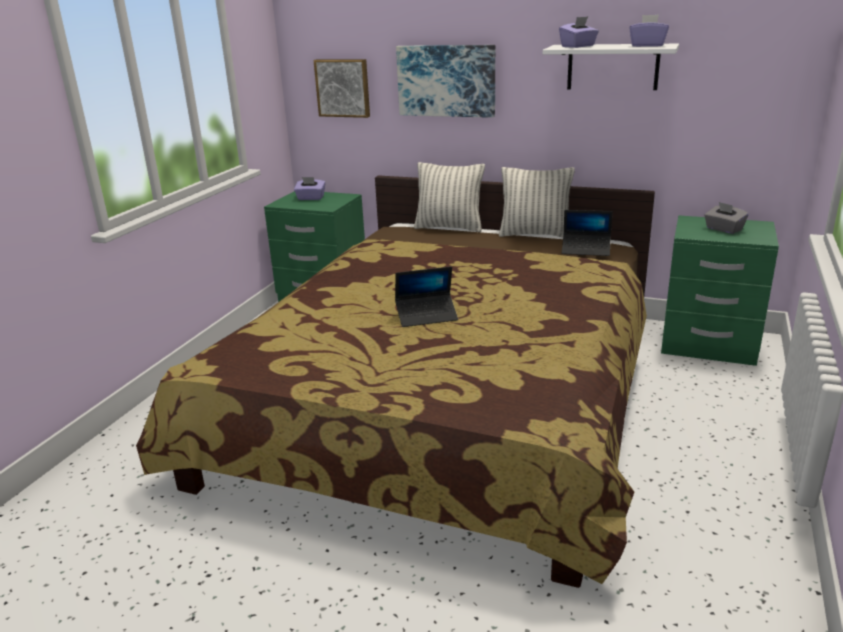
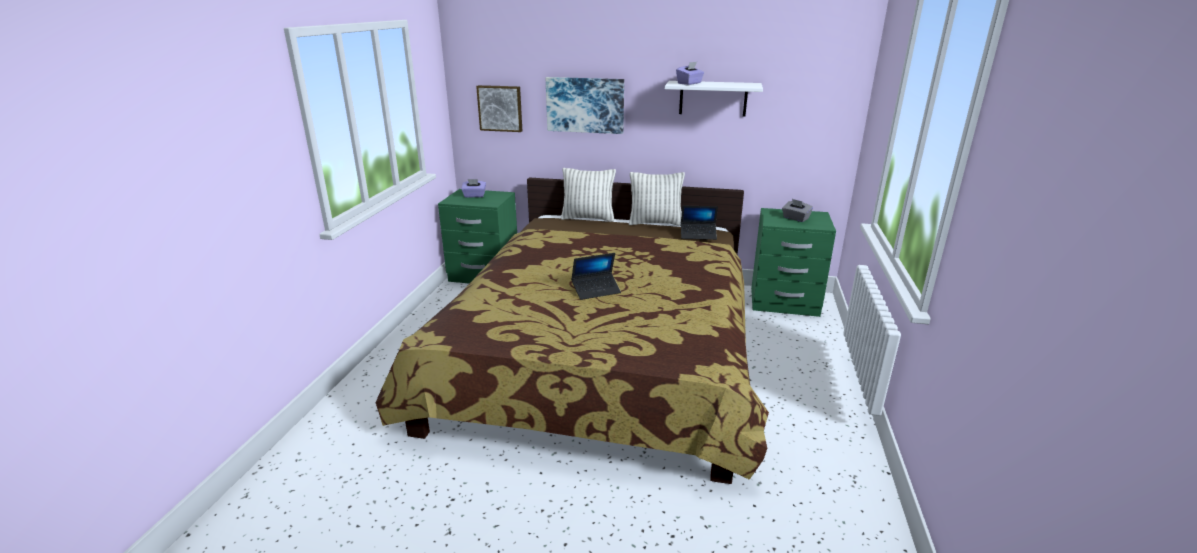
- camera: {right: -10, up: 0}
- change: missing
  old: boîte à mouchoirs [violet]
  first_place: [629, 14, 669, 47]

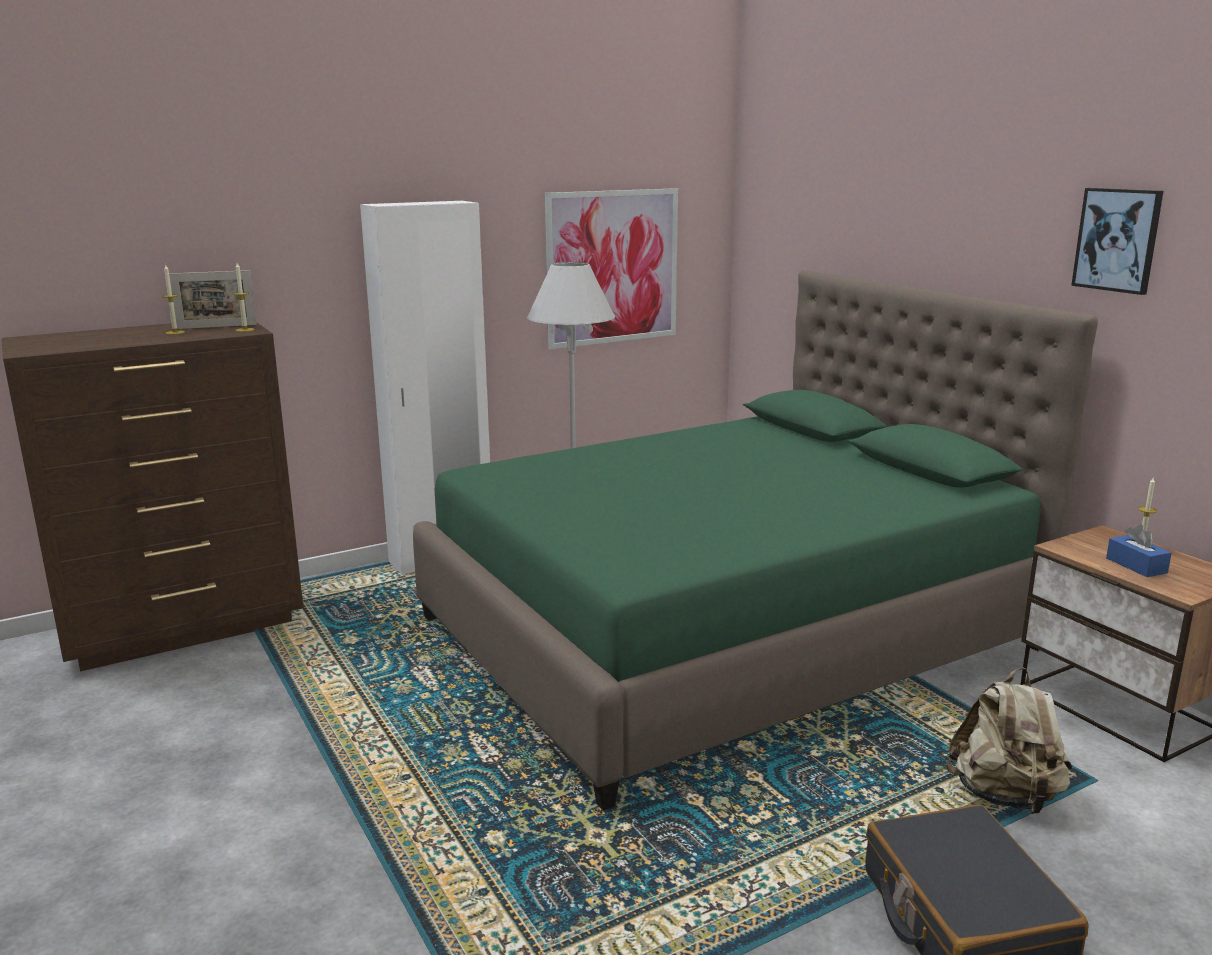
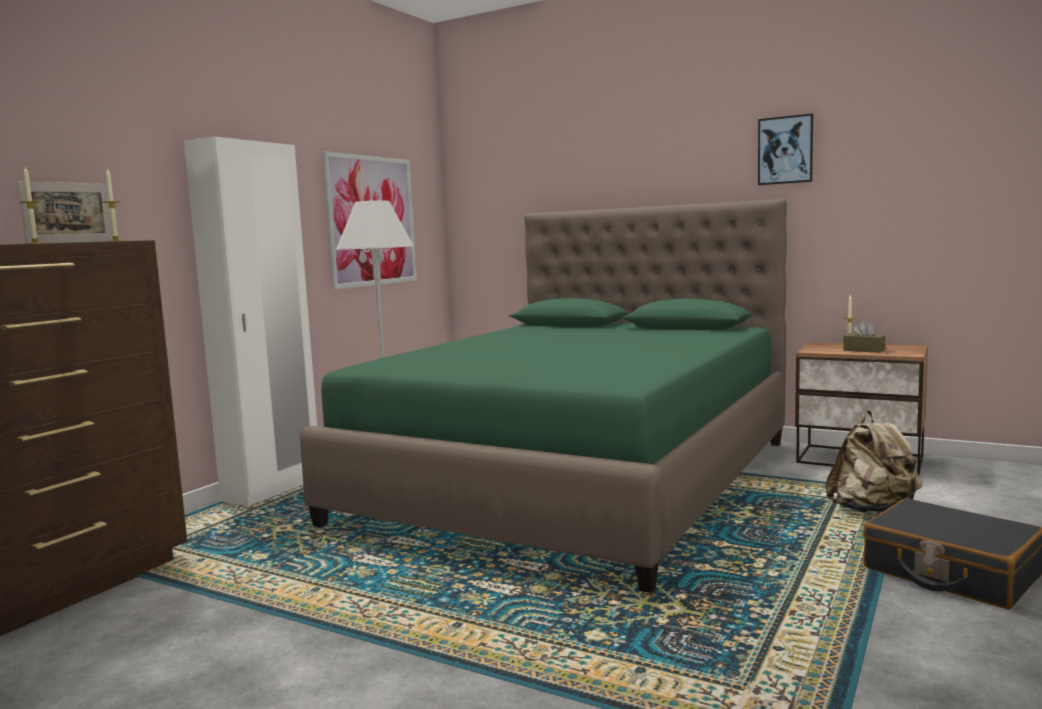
- camera: {right: -30, up: -10}
- change: colour
  old: boîte à mouchoirs [bleu]
  new: boîte à mouchoirs [marron]
  first_place: [1106, 525, 1172, 577]
  second_place: [843, 321, 886, 353]

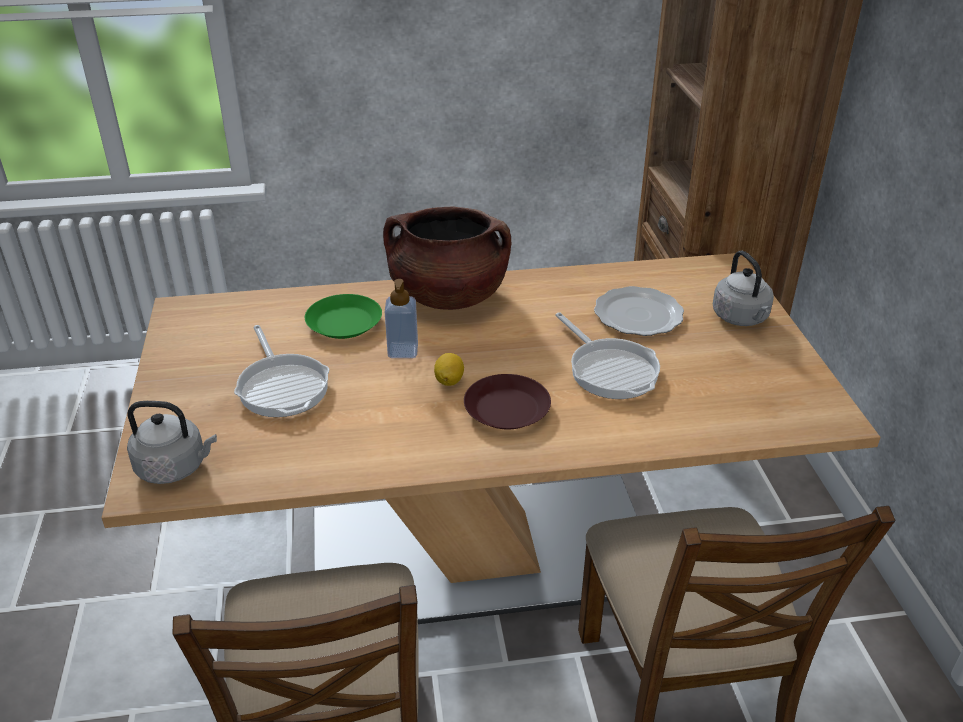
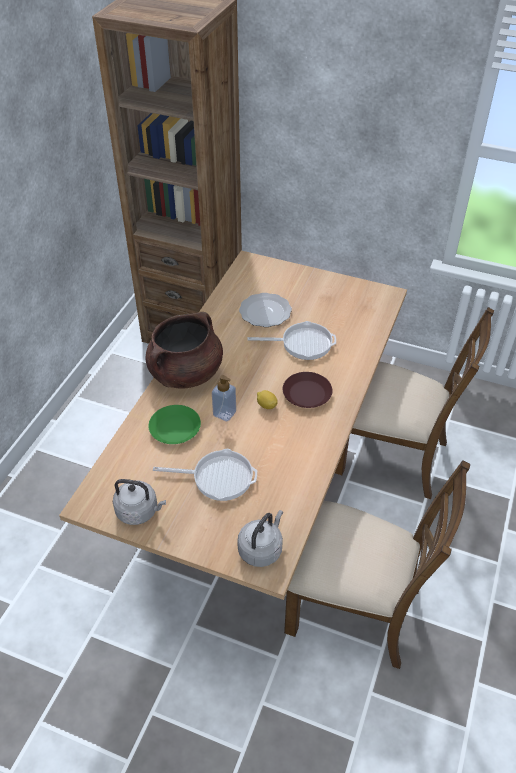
- camera: {right: -60, up: 10}
- change: relocated
  old: bouilloire [gris]
  first_place: [713, 251, 774, 326]
  second_place: [113, 479, 166, 525]

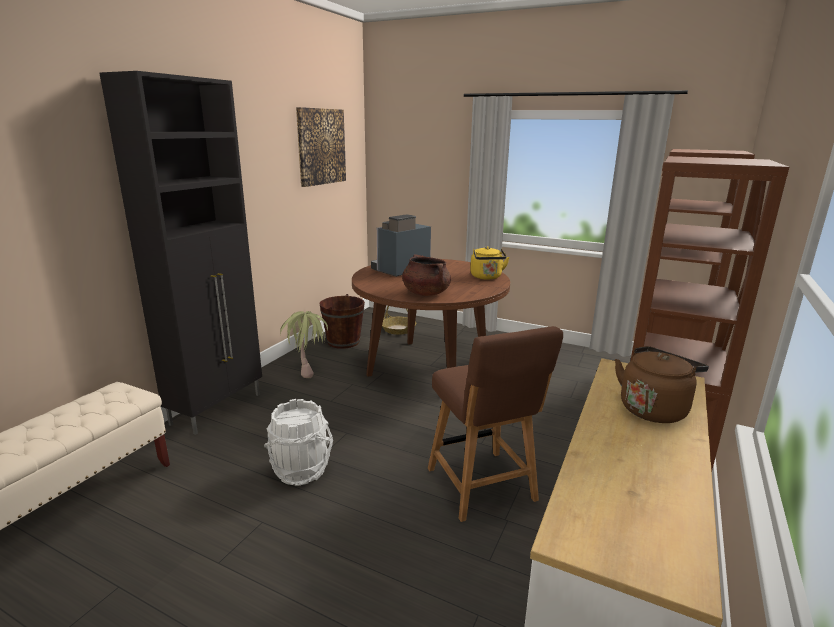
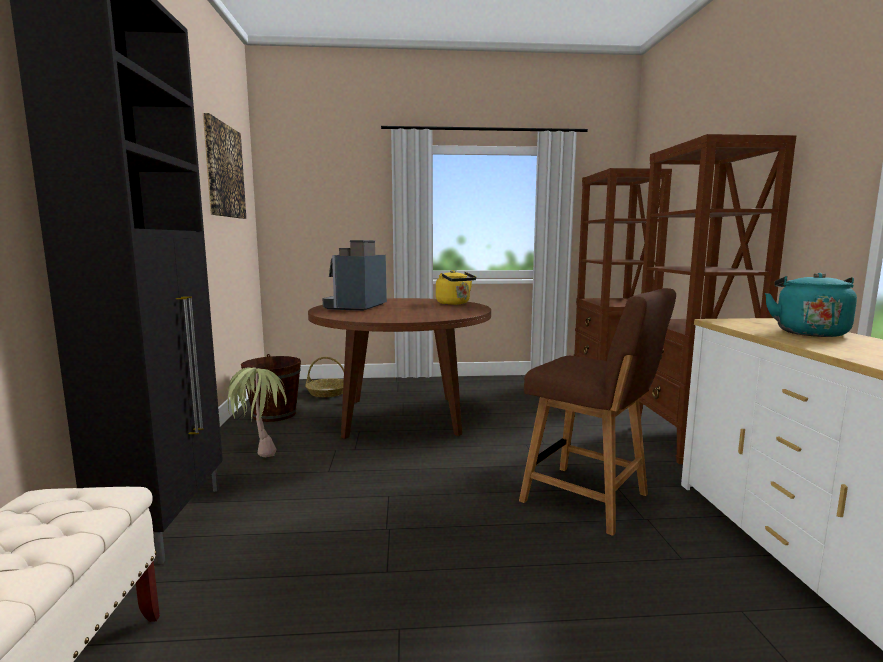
- camera: {right: -30, up: -10}
- change: colour
  old: bouilloire [marron]
  new: bouilloire [turquoise]
  first_place: [615, 346, 709, 423]
  second_place: [765, 273, 857, 337]
- change: missing
  old: seau [blanc]
  first_place: [264, 399, 333, 486]
- change: missing
  old: marmite [marron]
  first_place: [402, 254, 451, 296]

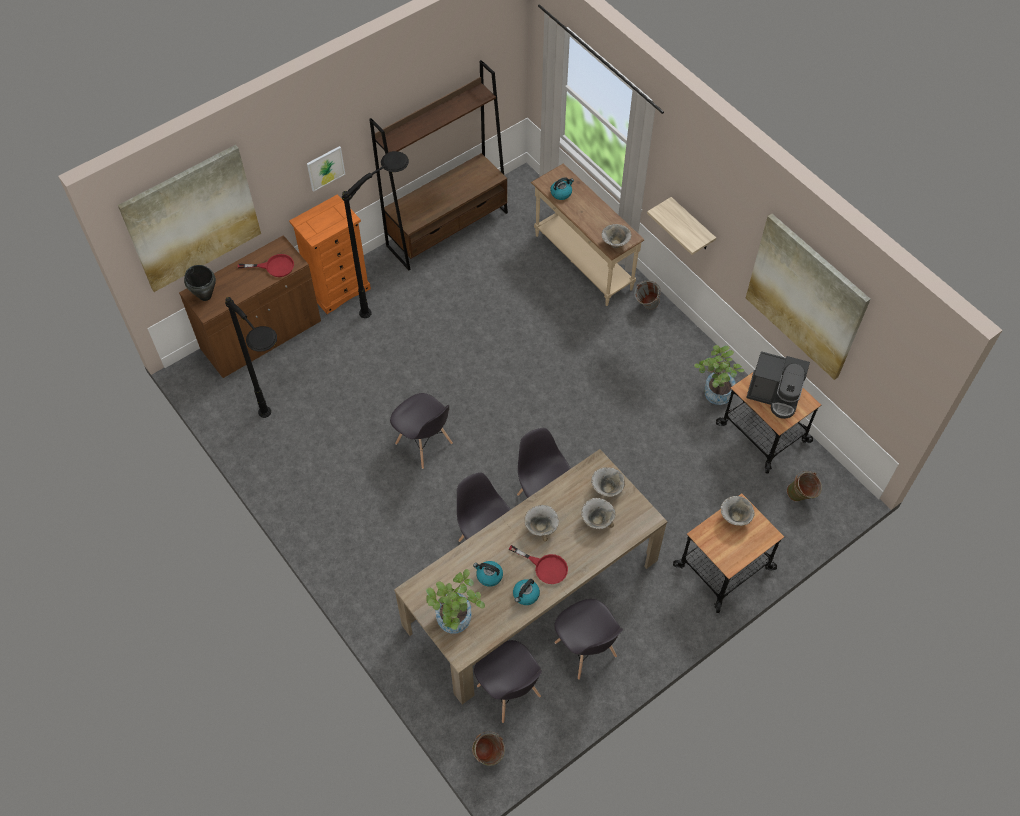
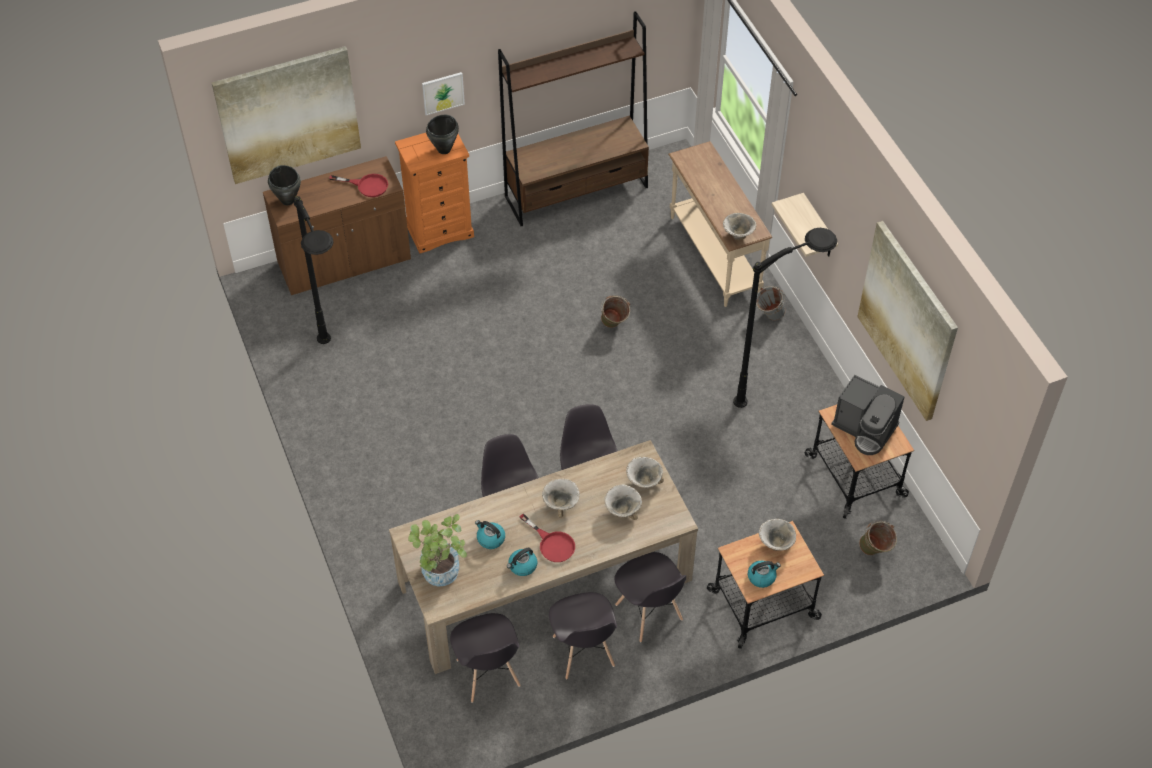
- camera: {right: 15, up: -5}
- change: appeared
  new: marmite [noir]
  second_place: [426, 115, 459, 154]
- change: relocated
  old: seau [vert]
  first_place: [472, 731, 505, 766]
  second_place: [601, 295, 630, 328]
- change: relocated
  old: chaise [gris]
  first_place: [390, 393, 453, 469]
  second_place: [614, 552, 686, 642]
- change: relocated
  old: lampadaire [noir]
  first_place: [342, 151, 409, 318]
  second_place: [733, 228, 837, 408]
- change: relocated
  old: bouilloire
  first_place: [550, 177, 574, 200]
  second_place: [748, 561, 781, 588]
- change: missing
  old: plante en pot
  first_place: [694, 345, 745, 405]

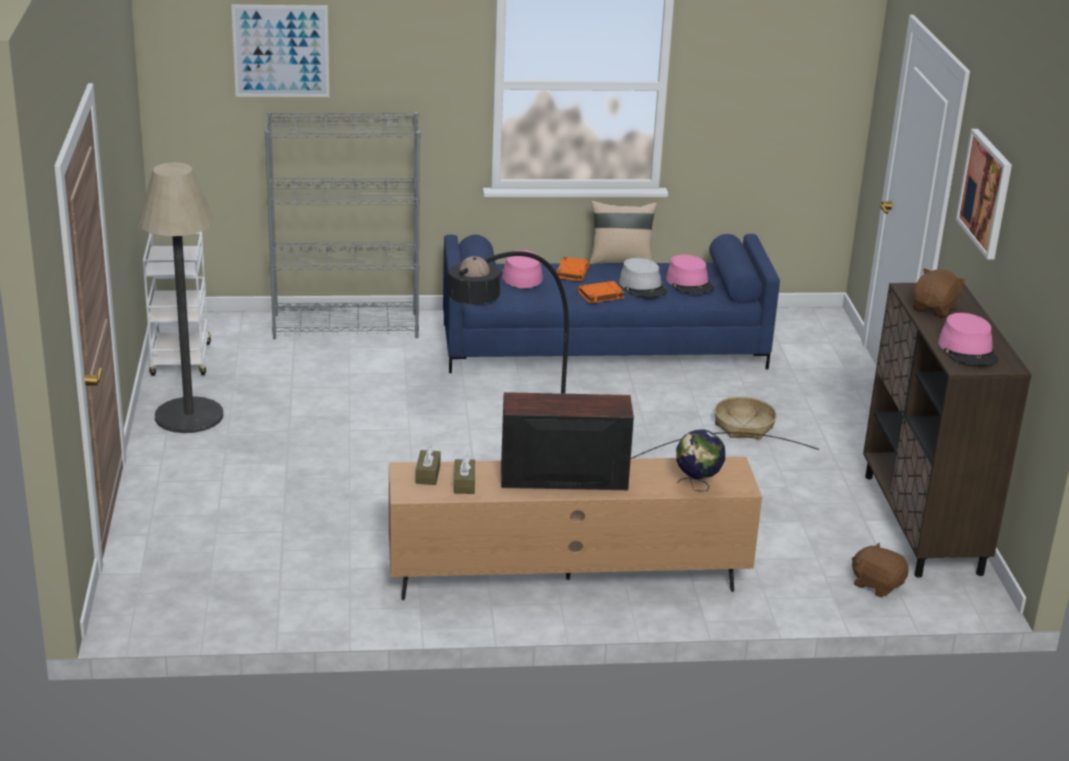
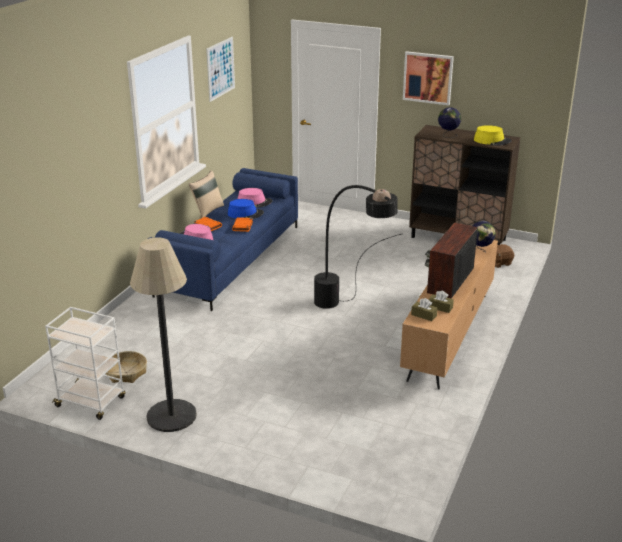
- camera: {right: -60, up: 0}
- change: relocated
  old: panier
  first_place: [715, 397, 777, 440]
  second_place: [106, 351, 147, 383]
- change: relocated
  old: tableau
  first_place: [231, 5, 329, 97]
  second_place: [206, 37, 235, 102]
- change: colour
  old: chapeau [gris]
  new: chapeau [bleu]
  first_place: [619, 258, 667, 297]
  second_place: [228, 199, 264, 219]
- change: exchanged
  old: peluche [marron]
  new: globe
  first_place: [913, 268, 966, 318]
  second_place: [438, 107, 461, 138]
- change: colour
  old: chapeau [rose]
  new: chapeau [jaune]
  first_place: [938, 313, 999, 365]
  second_place: [474, 125, 512, 146]
- change: missing
  old: bibliothèque [gris]
  first_place: [265, 112, 420, 340]

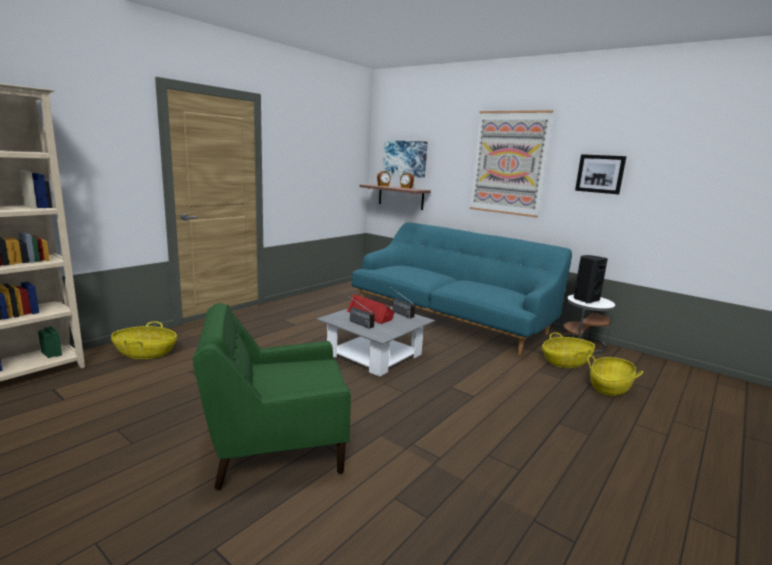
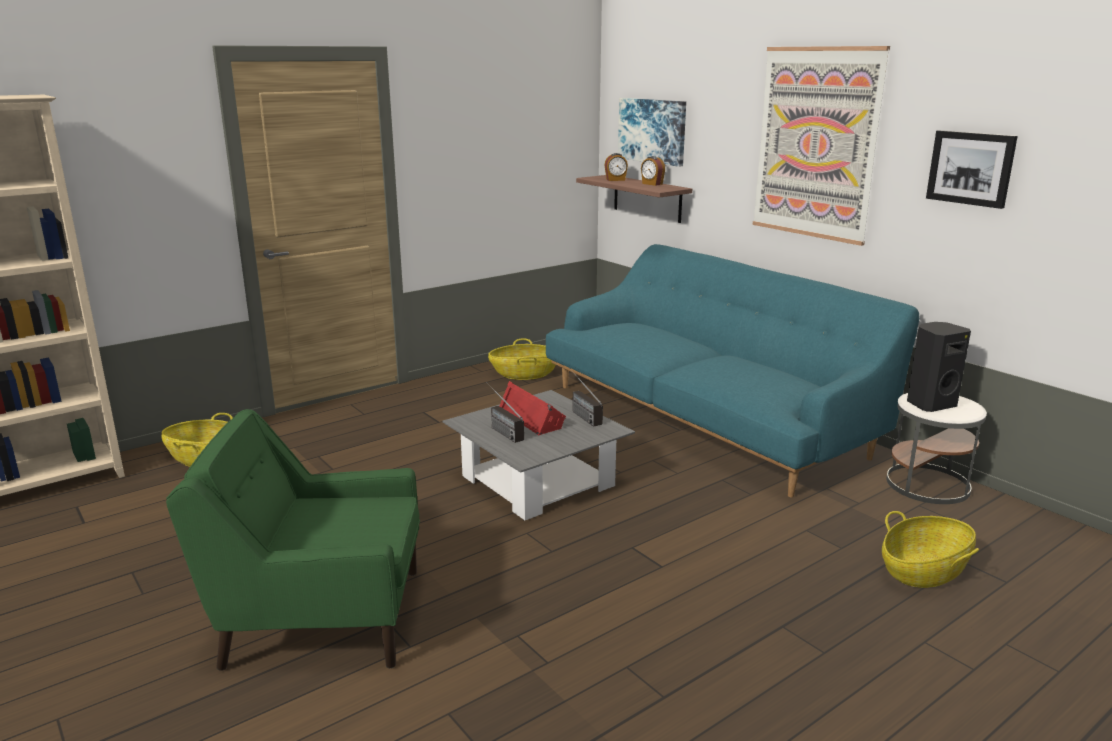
- camera: {right: 15, up: 5}
- change: relocated
  old: panier
  first_place: [542, 332, 595, 368]
  second_place: [488, 338, 556, 380]

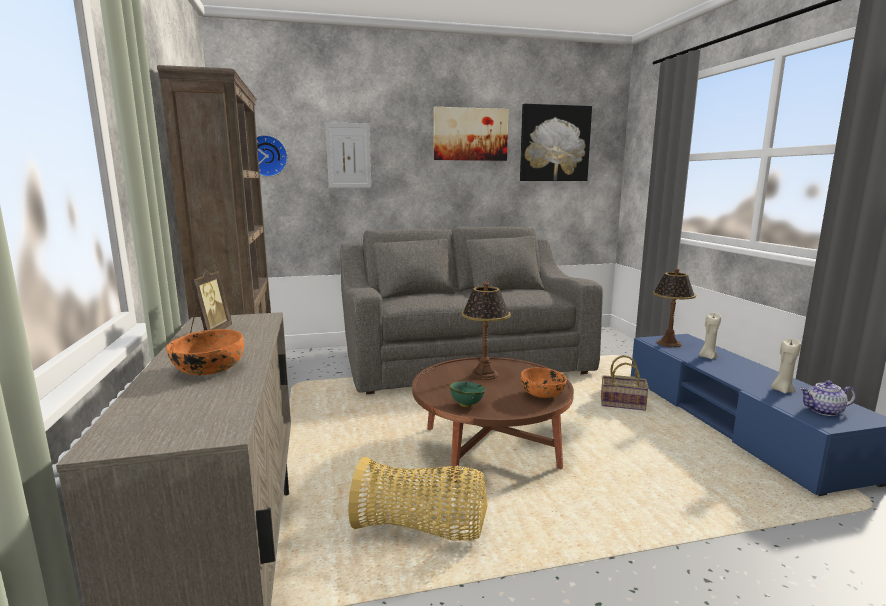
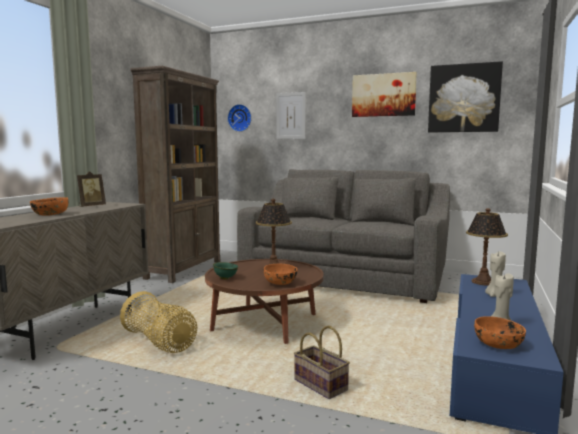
- camera: {right: 35, up: -5}
- change: relocated
  old: panier
  first_place: [601, 355, 649, 411]
  second_place: [294, 326, 350, 399]
- change: exchanged
  old: théière
  new: bol [orange]
  first_place: [799, 380, 856, 416]
  second_place: [474, 316, 526, 349]

